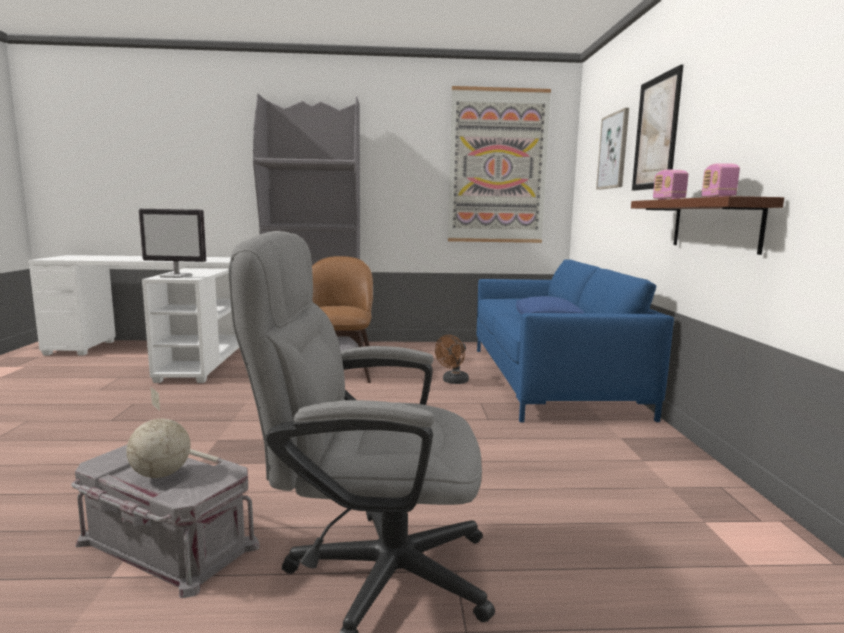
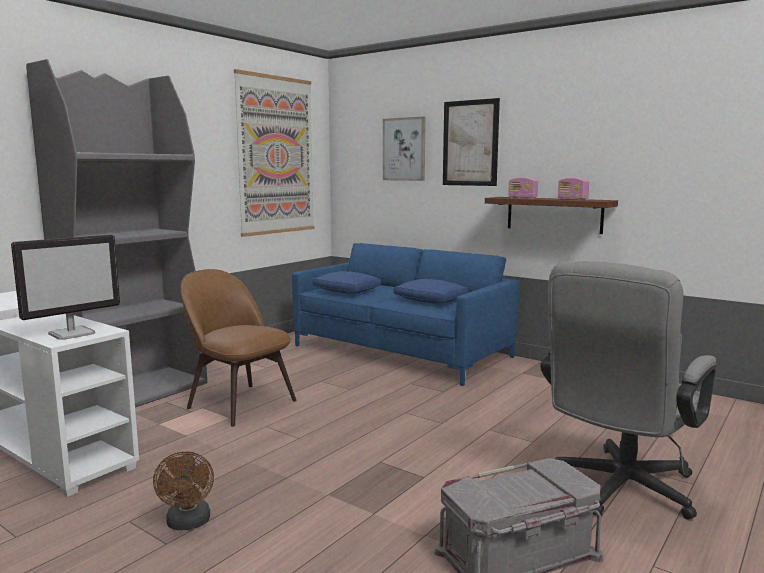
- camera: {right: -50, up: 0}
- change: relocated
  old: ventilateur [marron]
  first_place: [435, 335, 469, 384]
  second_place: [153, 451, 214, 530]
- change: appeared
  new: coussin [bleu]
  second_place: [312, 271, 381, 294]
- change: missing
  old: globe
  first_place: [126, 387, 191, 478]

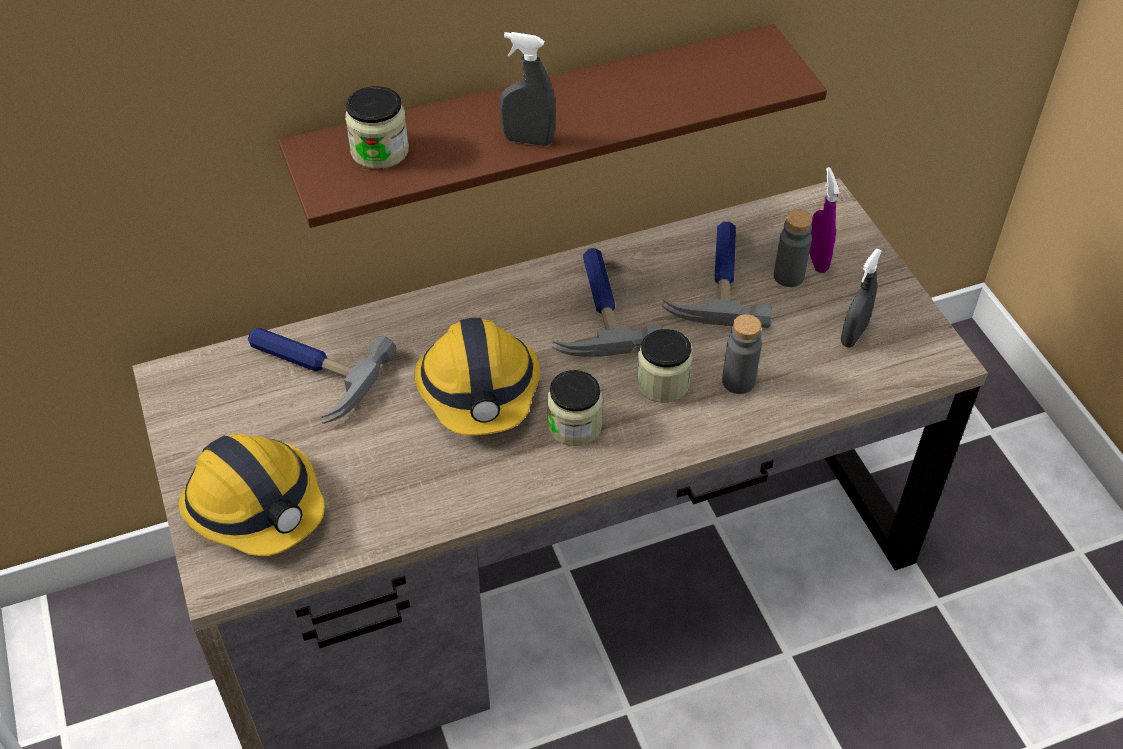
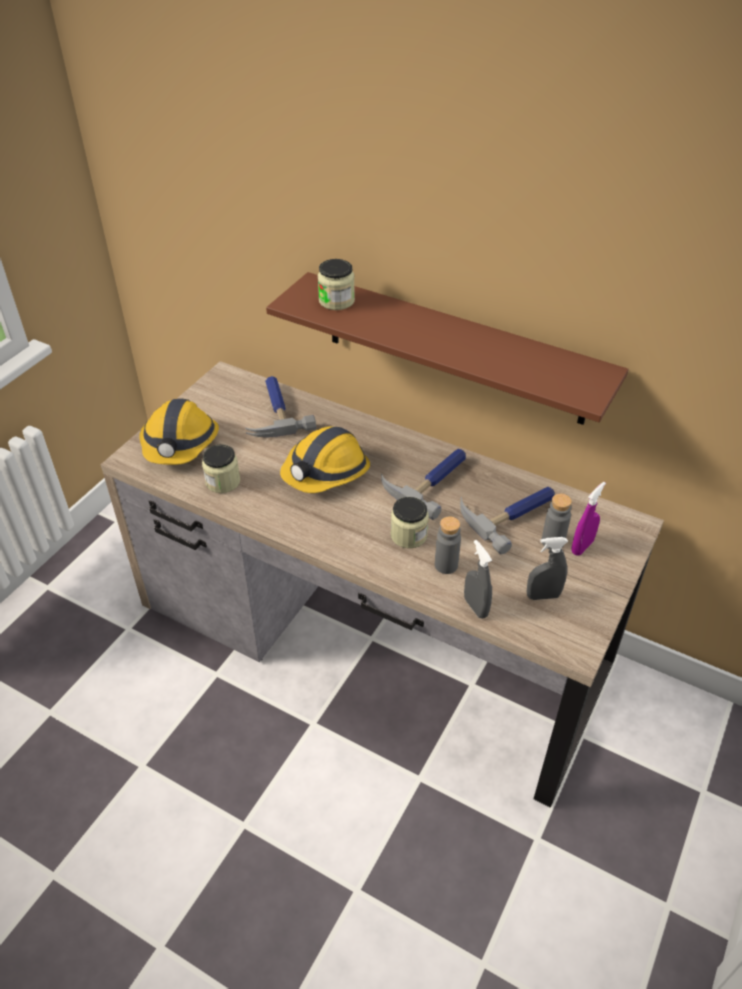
- camera: {right: 50, up: -5}
- change: relocated
  old: bocal
  first_place: [547, 370, 603, 446]
  second_place: [202, 444, 240, 493]
- change: relocated
  old: vaporisateur [gris]
  first_place: [500, 32, 556, 146]
  second_place: [464, 540, 492, 618]

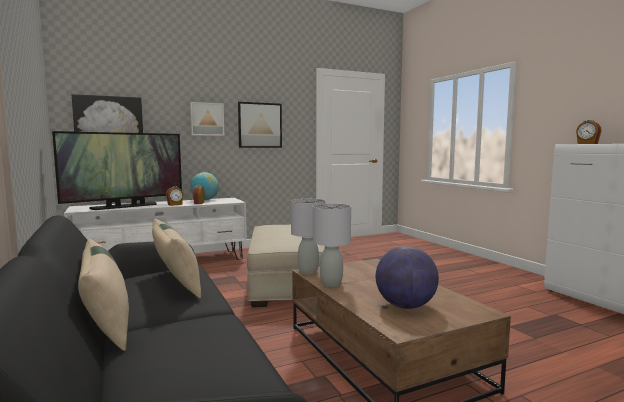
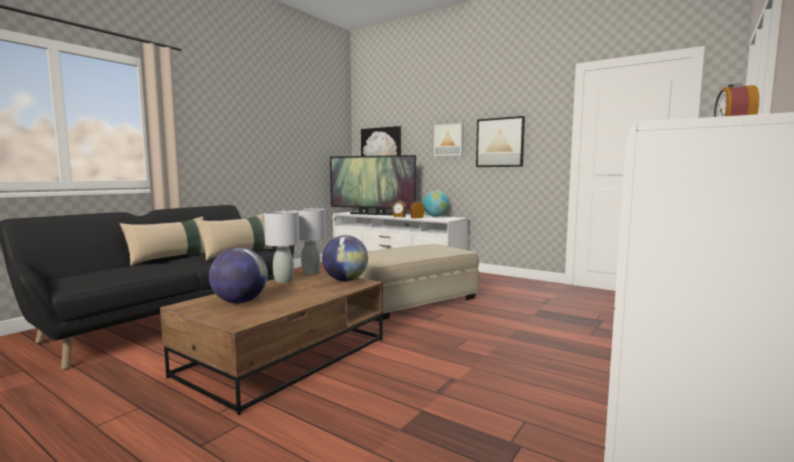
- camera: {right: 60, up: 0}
- change: appeared
  new: globe
  second_place: [322, 235, 368, 281]

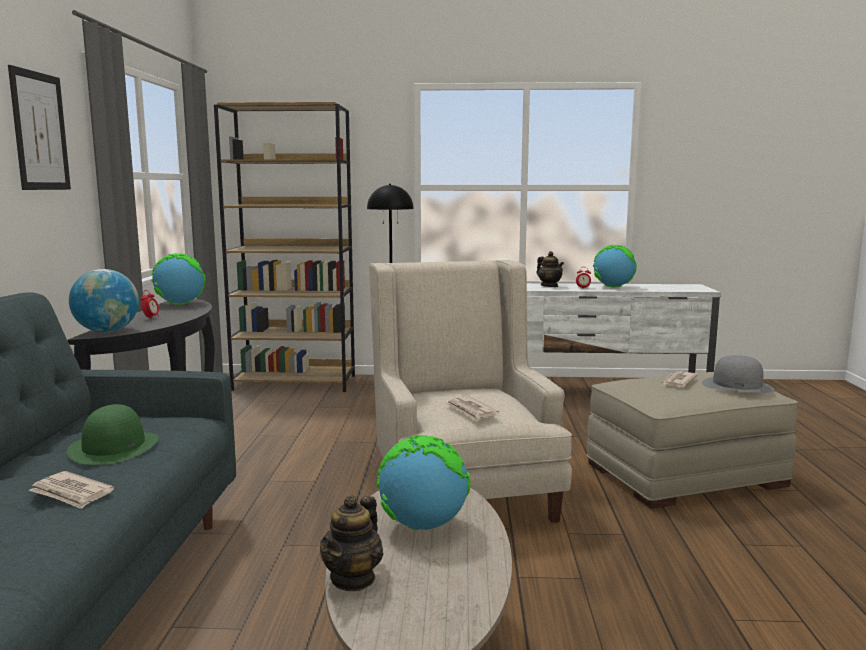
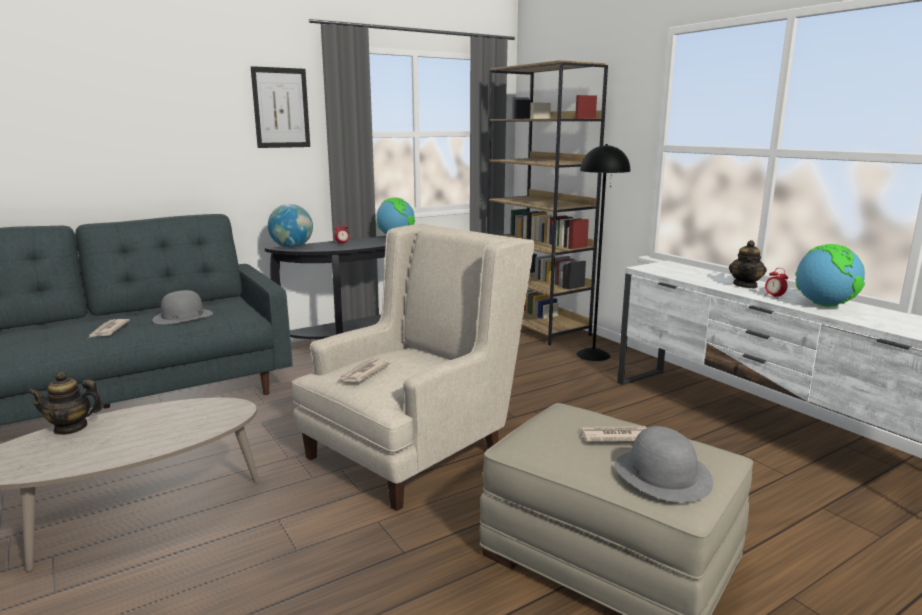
- camera: {right: 55, up: 5}
- change: colour
  old: chapeau [vert]
  new: chapeau [gris]
  first_place: [67, 404, 159, 465]
  second_place: [152, 290, 213, 324]
- change: missing
  old: globe
  first_place: [377, 435, 470, 530]

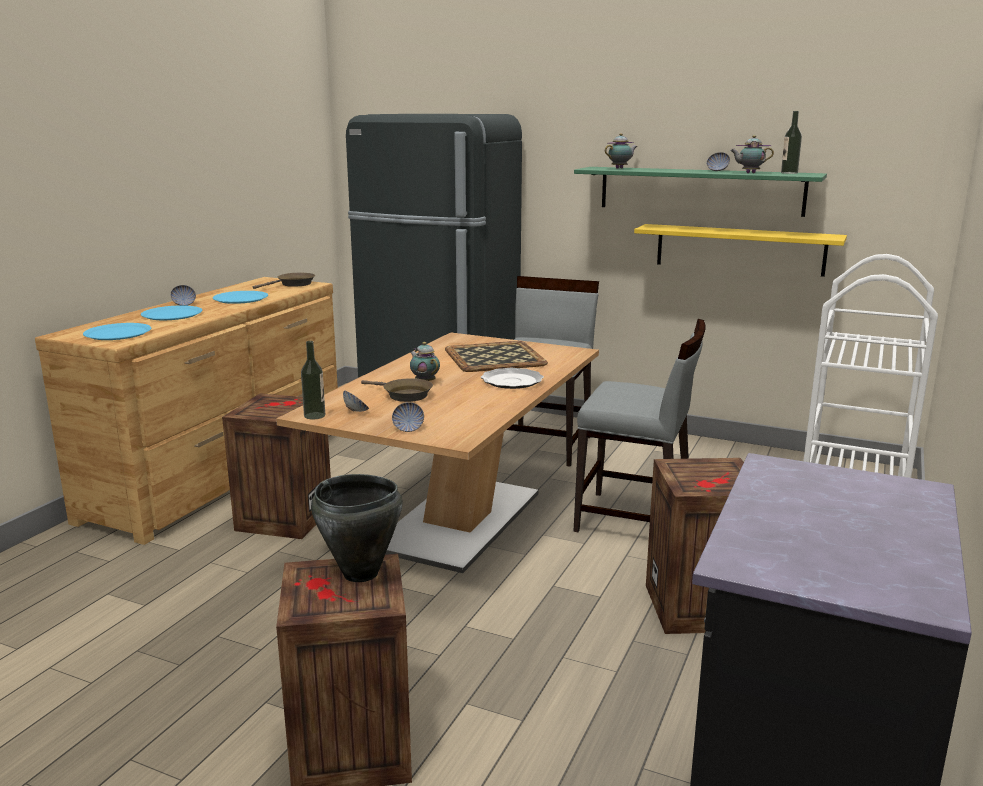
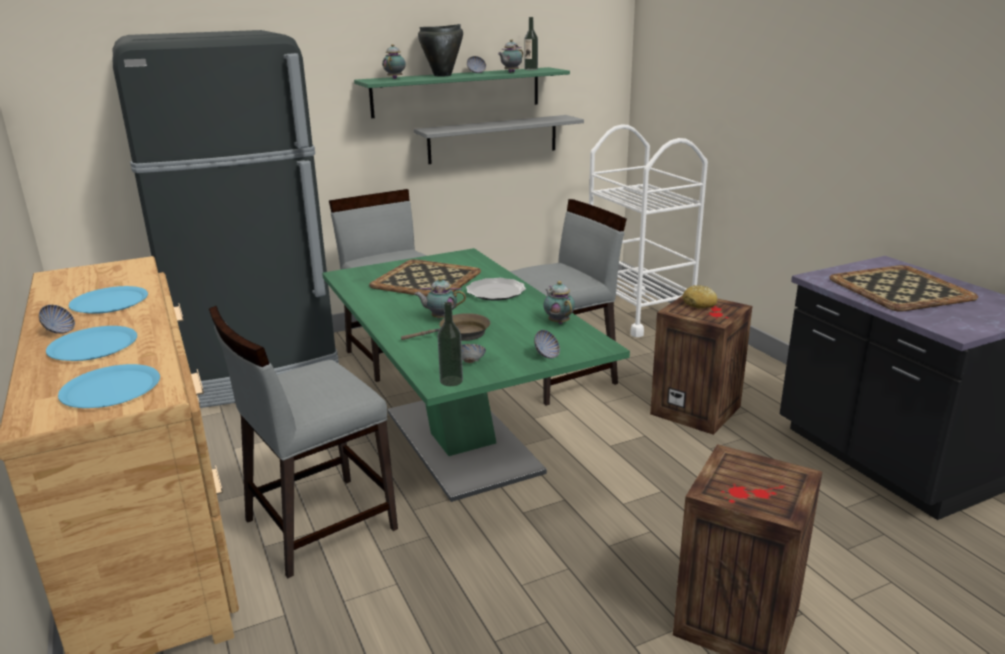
- camera: {right: -50, up: 5}
- change: exchanged
  old: caisse
  new: chaise [gris]
  first_place: [222, 393, 331, 539]
  second_place: [209, 306, 398, 578]
- change: colour
  old: table à manger [marron]
  new: table à manger [vert]
  first_place: [276, 332, 599, 573]
  second_place: [322, 248, 630, 502]
- change: colour
  old: étagère [jaune]
  new: étagère [gris]
  first_place: [634, 224, 847, 277]
  second_place: [414, 115, 584, 164]
- change: relocated
  old: marmite [noir]
  first_place: [311, 474, 403, 582]
  second_place: [418, 24, 463, 76]
- change: appeared
  new: théière
  second_place: [543, 281, 575, 324]
- change: appeared
  new: pain
  second_place: [682, 285, 718, 309]
- change: appeared
  new: plateau
  second_place: [829, 265, 978, 312]
- change: missing
  old: poêle [marron]
  first_place: [253, 273, 315, 289]

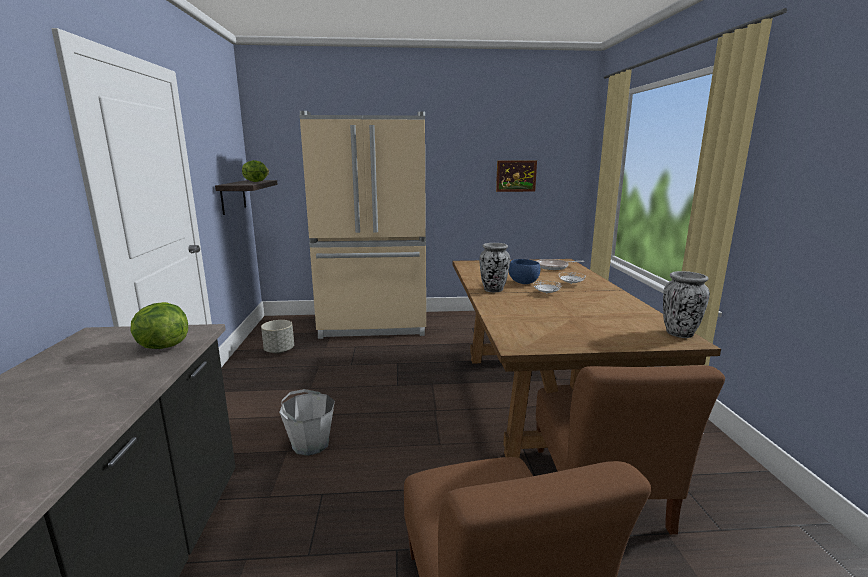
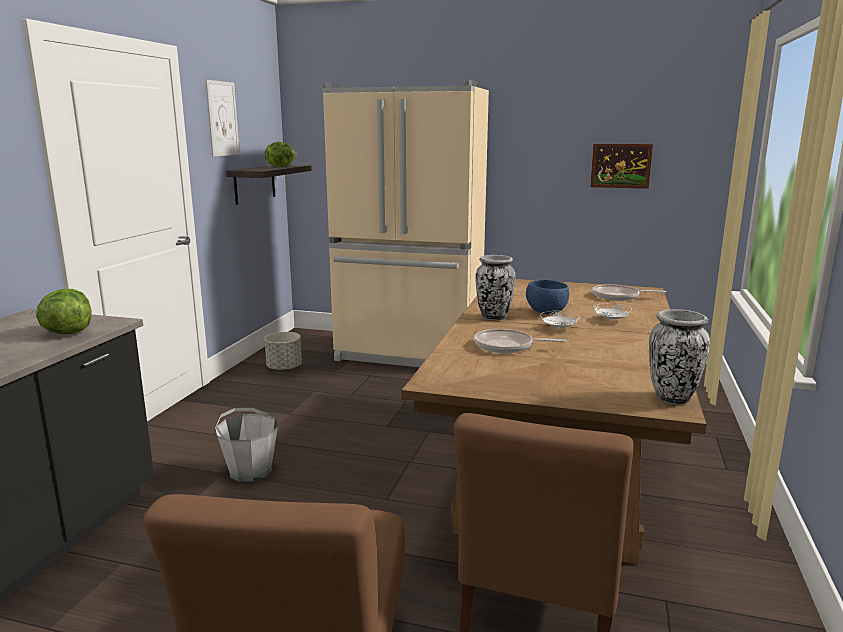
- camera: {right: 20, up: 0}
- change: appeared
  new: tableau
  second_place: [205, 80, 240, 156]
- change: appeared
  new: poêle
  second_place: [474, 329, 566, 353]

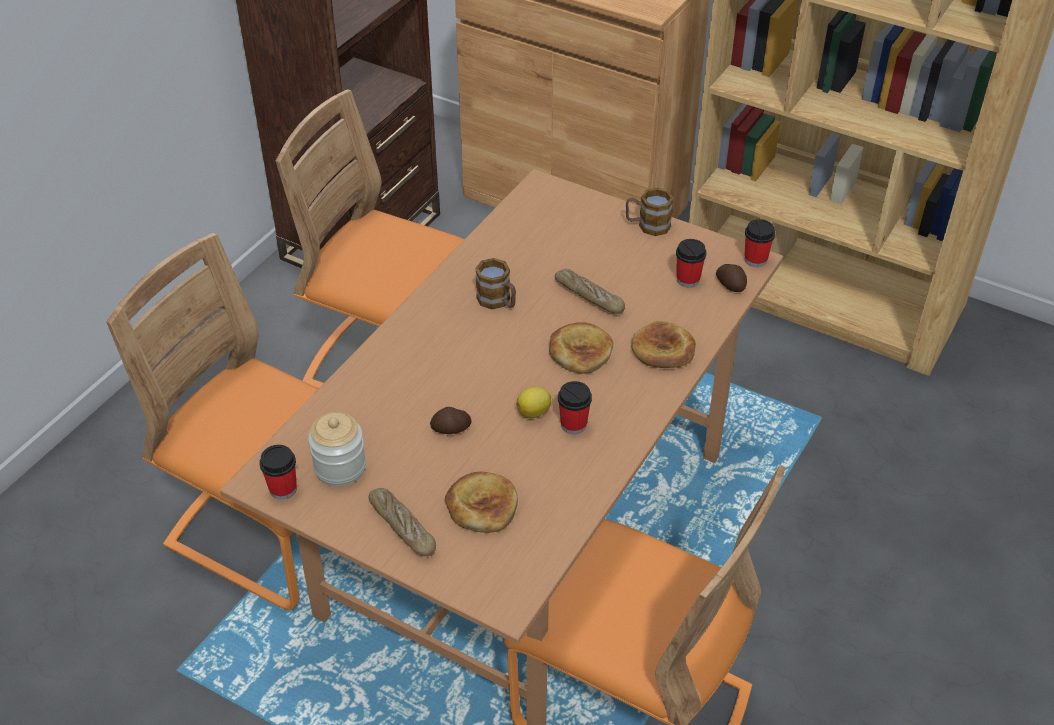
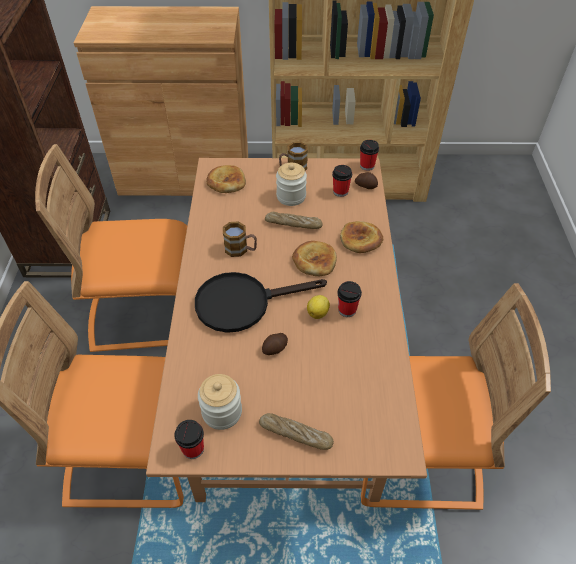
- camera: {right: -30, up: 5}
- change: appeared
  new: poêle [noir]
  second_place: [195, 272, 327, 333]
- change: relocated
  old: pain
  first_place: [445, 472, 518, 533]
  second_place: [206, 165, 246, 193]
- change: appeared
  new: bocal
  second_place: [276, 163, 307, 206]

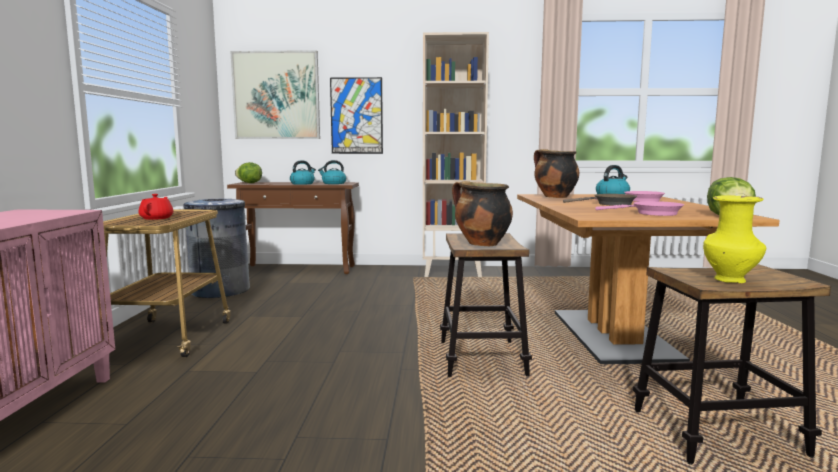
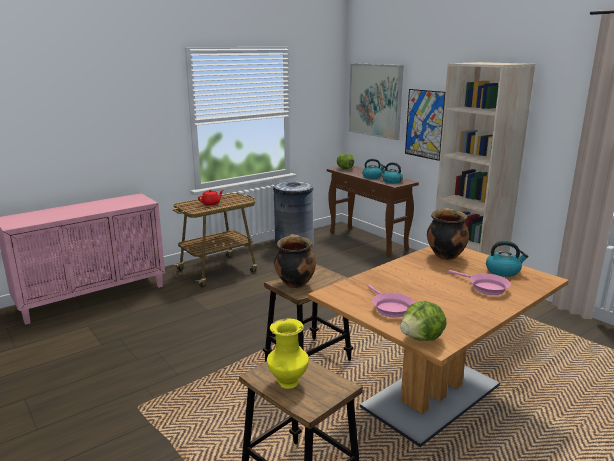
- camera: {right: 50, up: 10}
- change: missing
  old: poêle [marron]
  first_place: [563, 194, 637, 206]

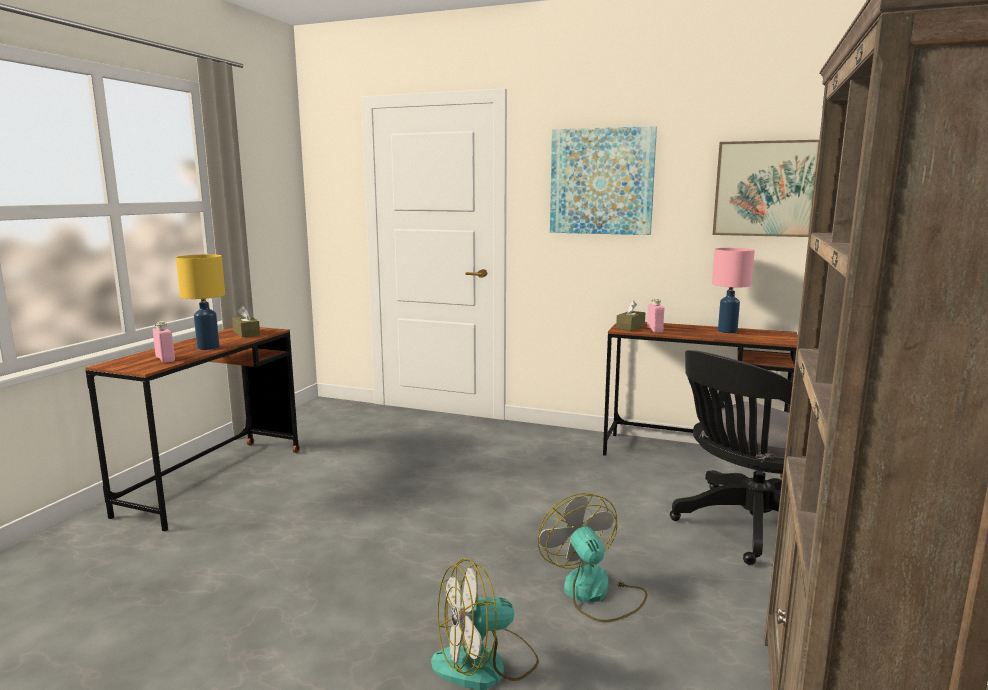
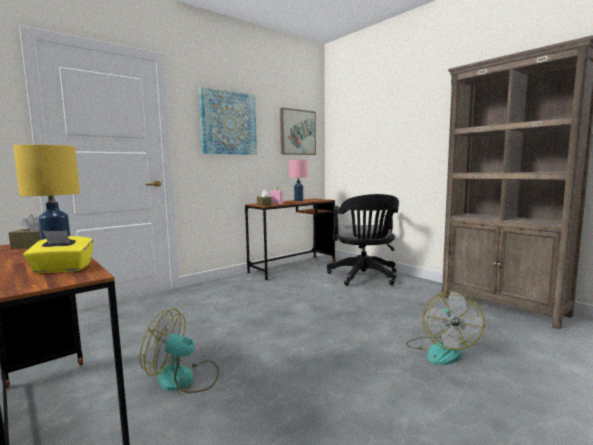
- camera: {right: -60, up: -5}
- change: exchanged
  old: bouteille [rose]
  new: boîte à mouchoirs [jaune]
  first_place: [153, 321, 175, 363]
  second_place: [24, 230, 94, 273]
- change: relocated
  old: ventilateur
  first_place: [538, 493, 648, 622]
  second_place: [139, 308, 219, 393]

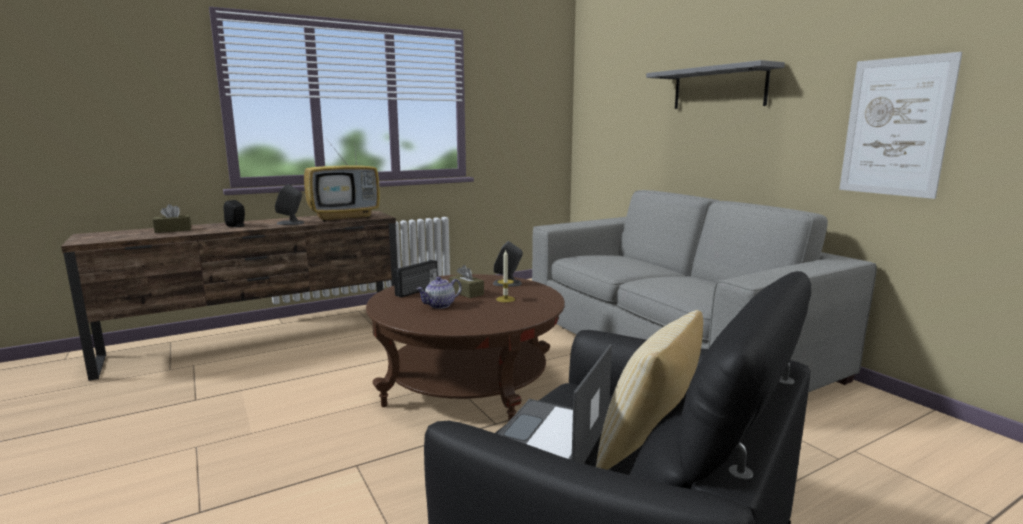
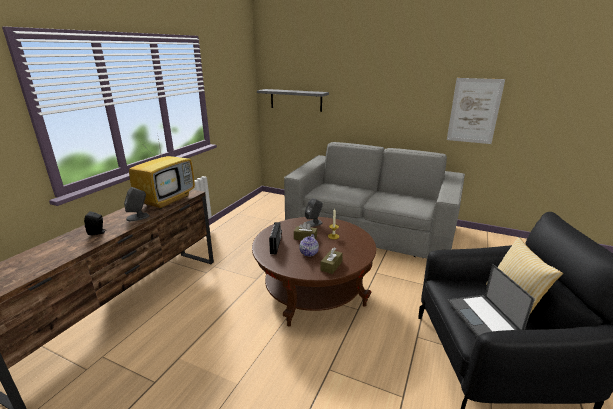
- camera: {right: -35, up: 10}
- change: relocated
  old: étagère [gris]
  first_place: [646, 60, 785, 109]
  second_place: [257, 89, 329, 112]
- change: relocated
  old: boîte à mouchoirs [marron]
  first_place: [153, 204, 191, 233]
  second_place: [320, 247, 343, 274]

